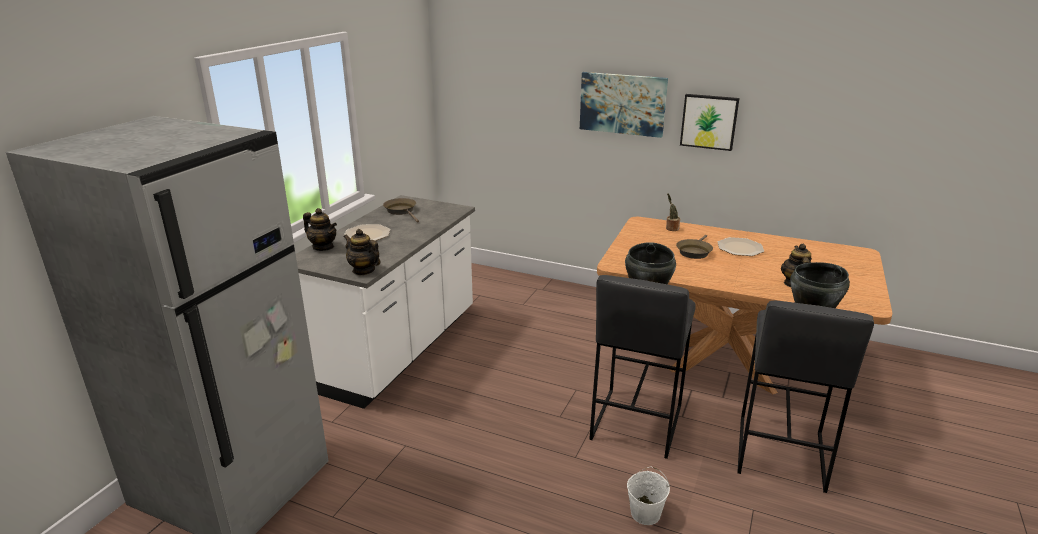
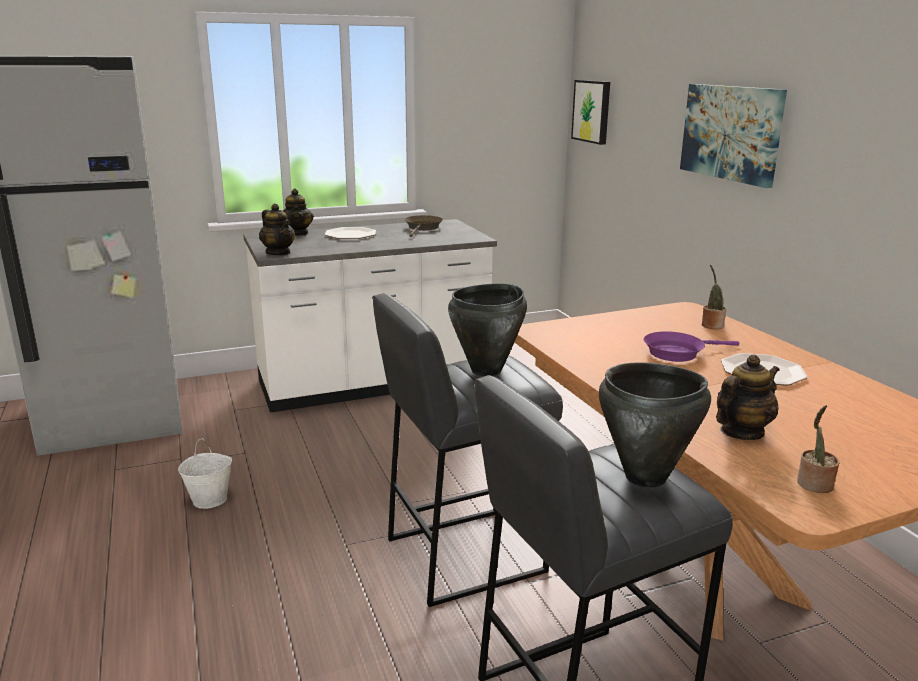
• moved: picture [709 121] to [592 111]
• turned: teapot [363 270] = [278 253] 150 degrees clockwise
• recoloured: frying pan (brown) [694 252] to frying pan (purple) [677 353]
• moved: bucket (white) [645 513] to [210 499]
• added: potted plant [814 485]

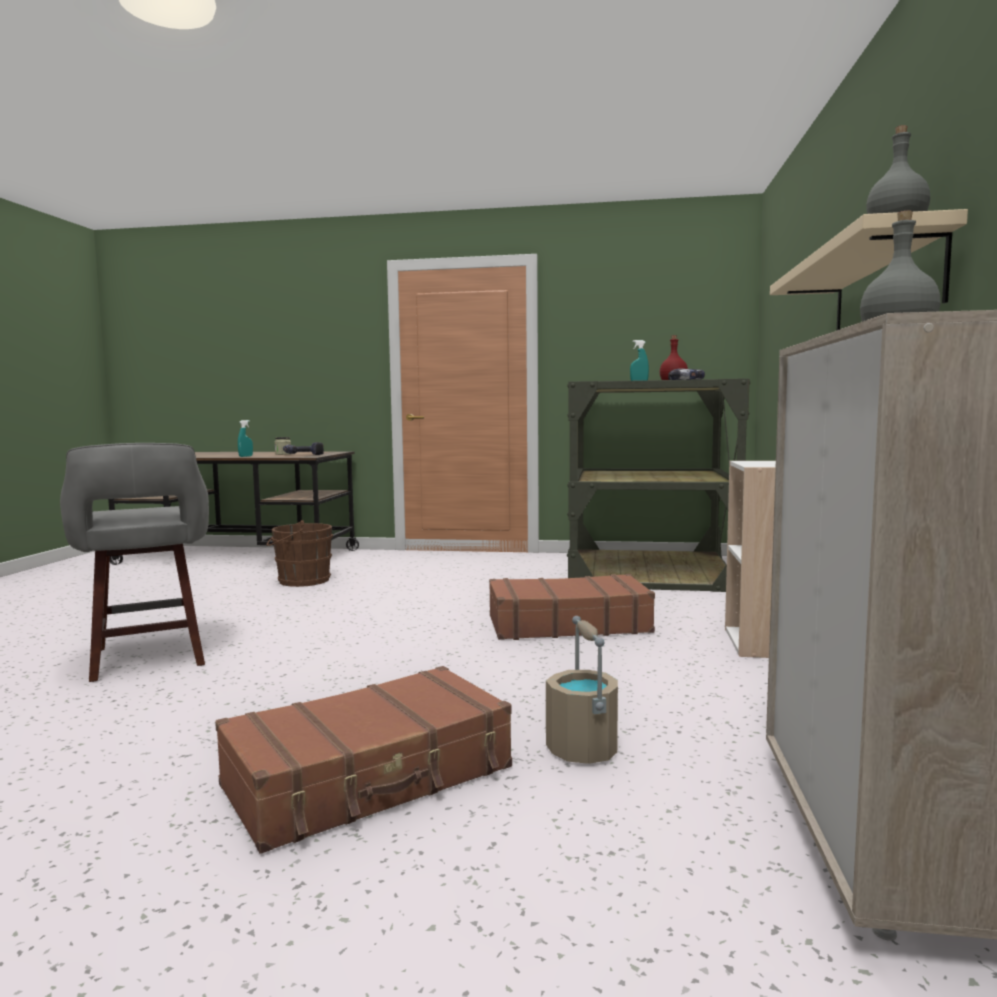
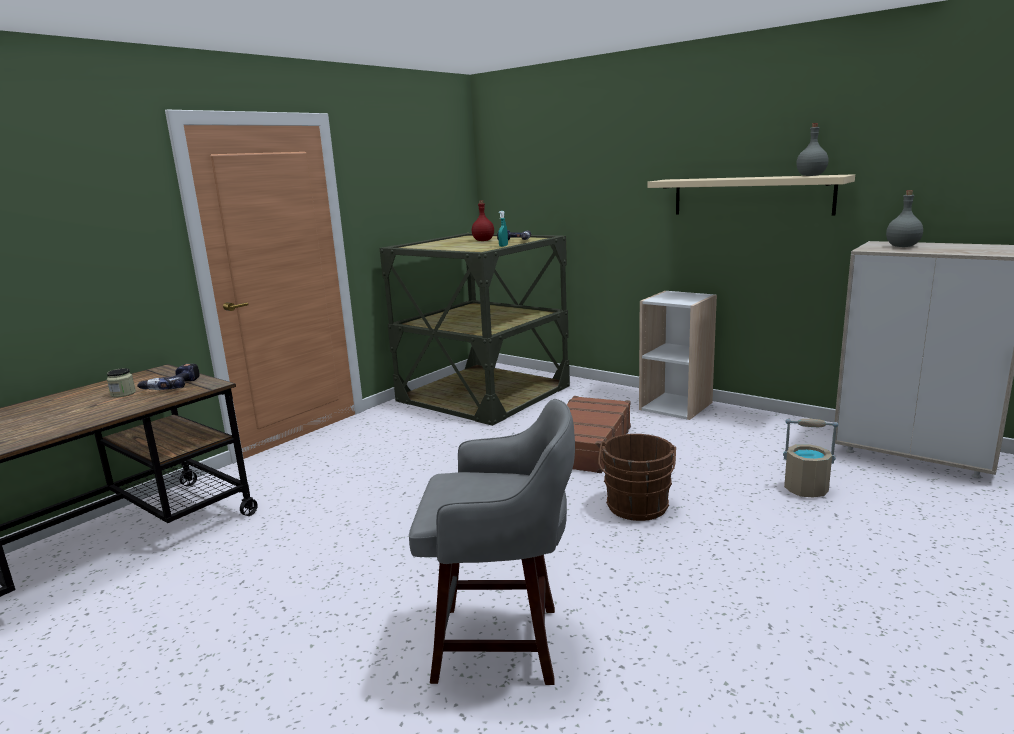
• removed: spray bottle (turquoise) [245 456]
• moved: bucket (brown) [300 581] to [637 508]
• removed: suitcase (brown) [370 778]

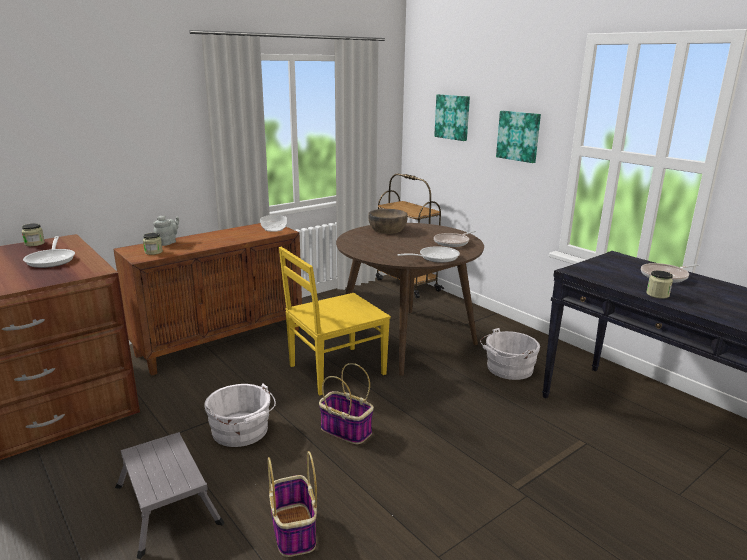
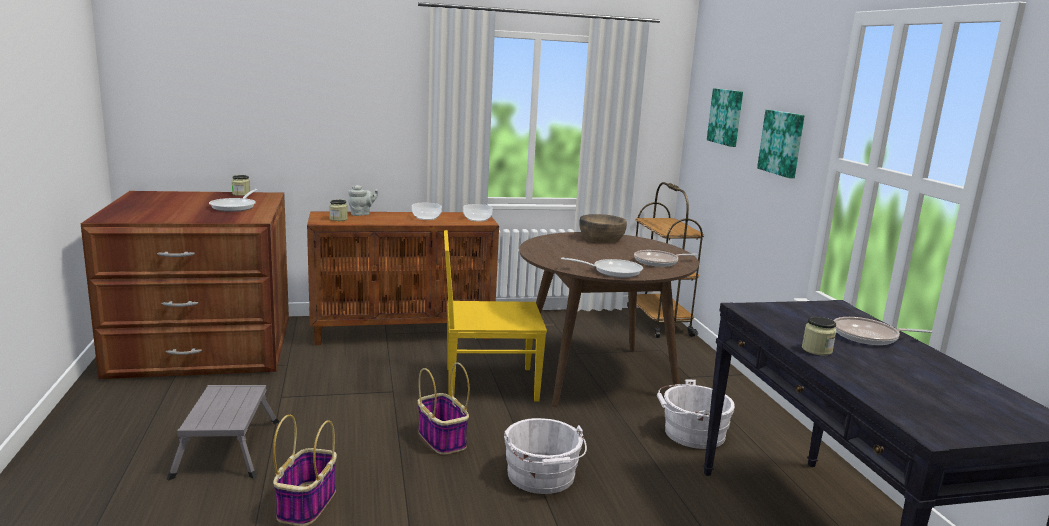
• moved: bucket (white) [242 432] to [542 477]
• added: bowl [426 218]

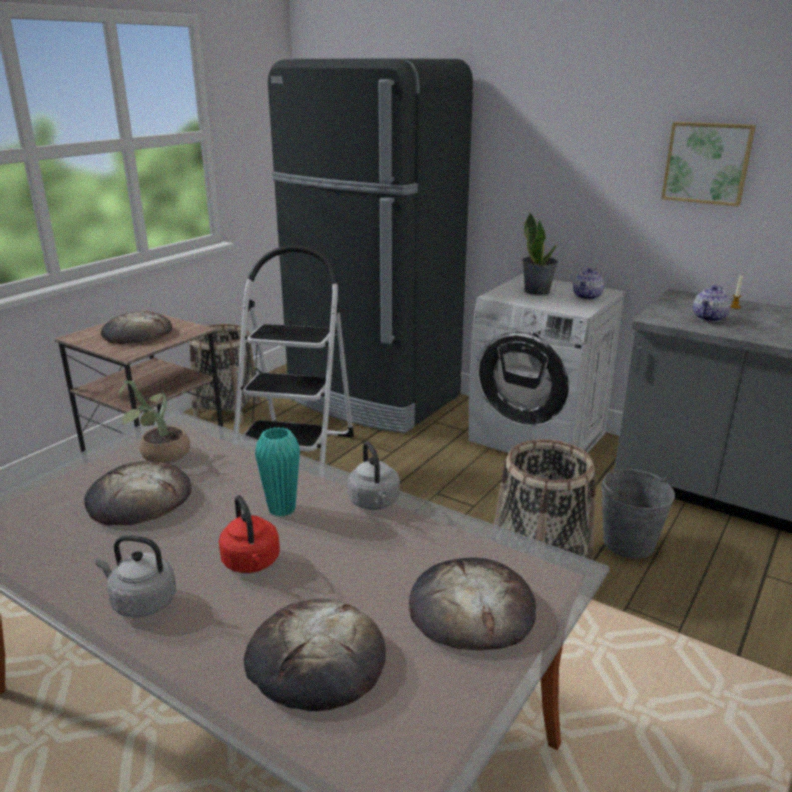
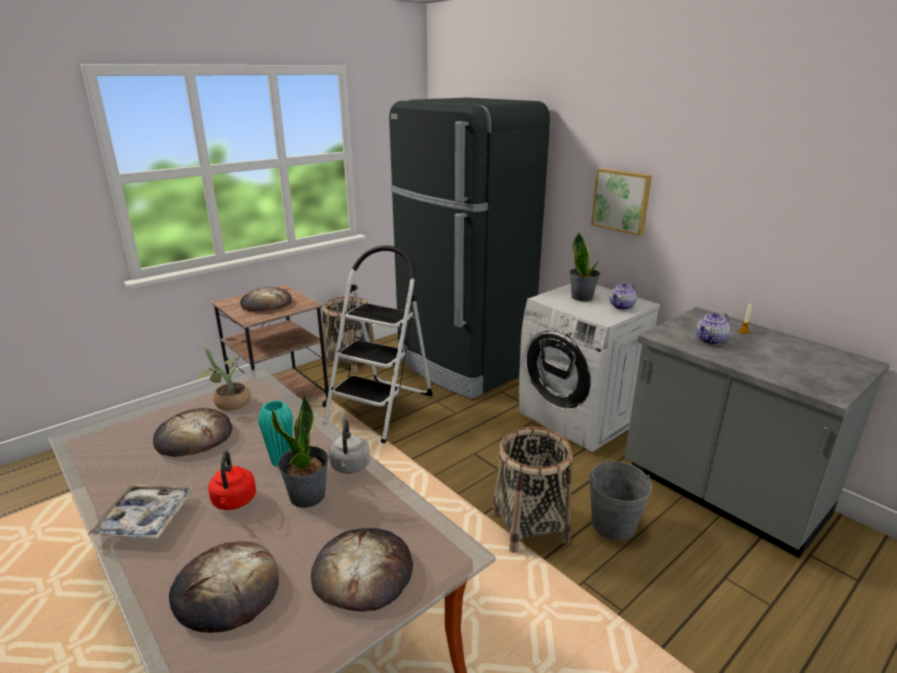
• moved: picture [707 163] to [622 201]
• replaced: kettle (grey) [141 602] to tray [145 518]
• added: potted plant [308 496]

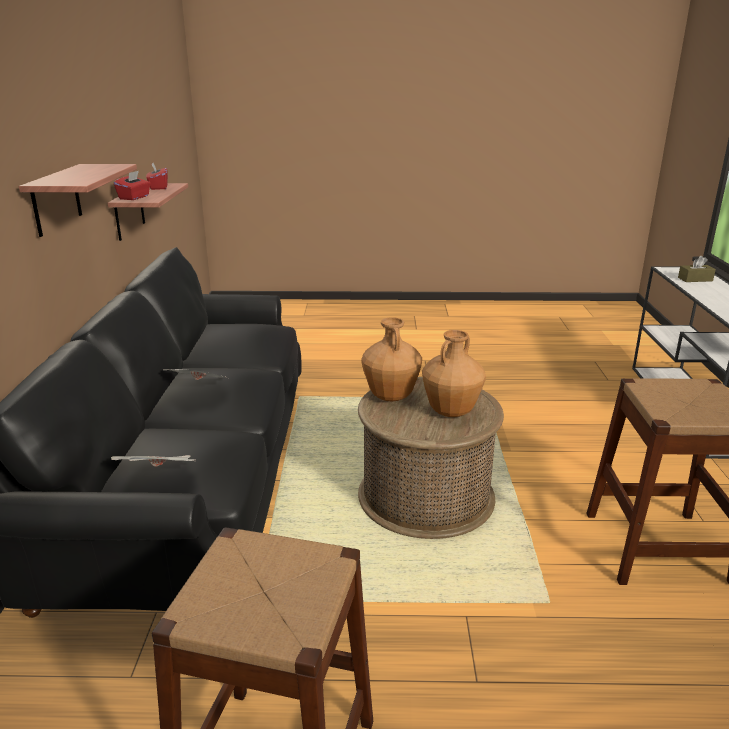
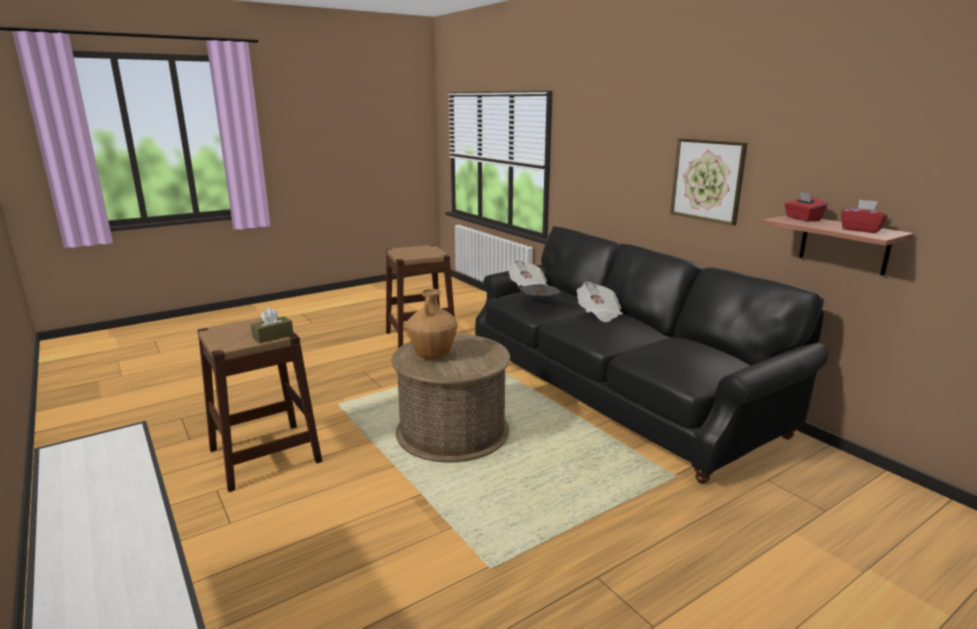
• replaced: shelf [56 199] to picture [707 180]
• moved: tissue box (brown) [695 279] to [273 336]
• removed: vase (brown) [391 397]
• added: newspaper [539 302]

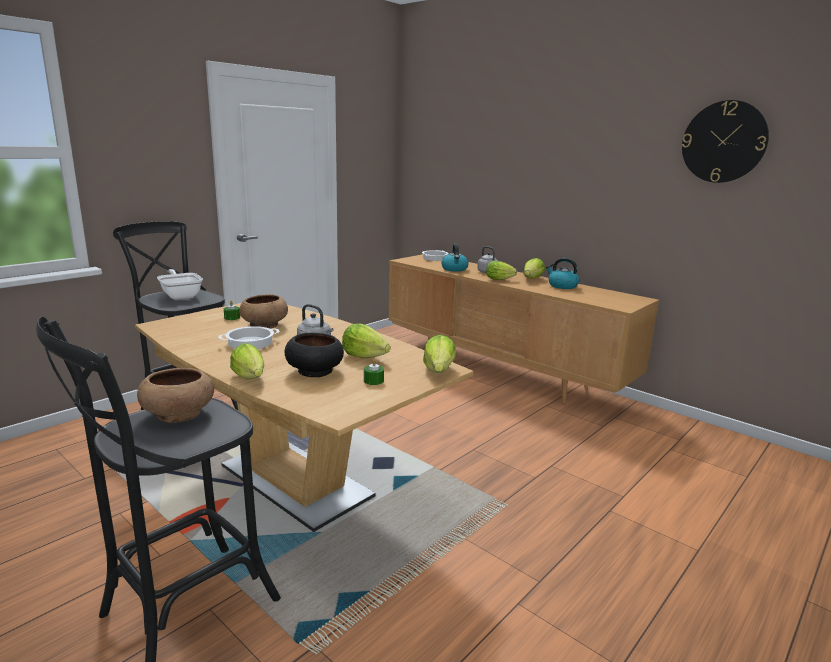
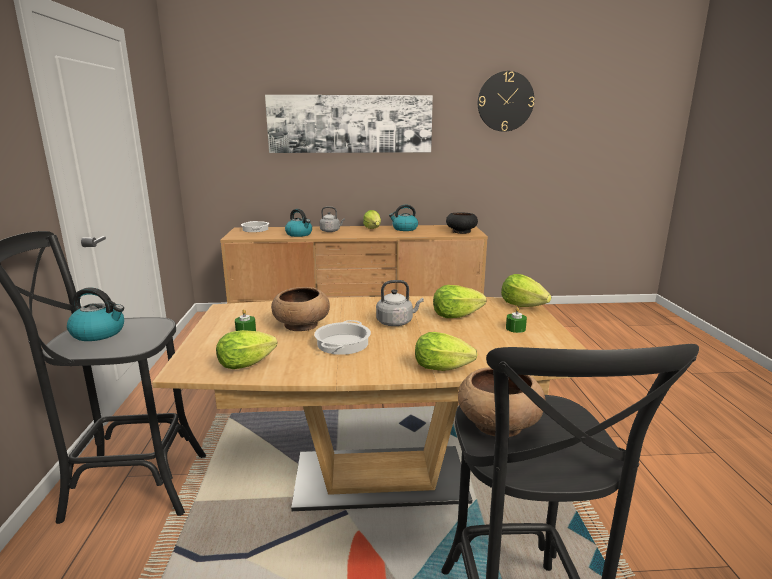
• moved: lettuce [500 280] to [249 364]
• replaced: frying pan [181 295] to kettle [99 333]
• moved: bowl (black) [315 371] to [461 232]
• added: picture [350 124]

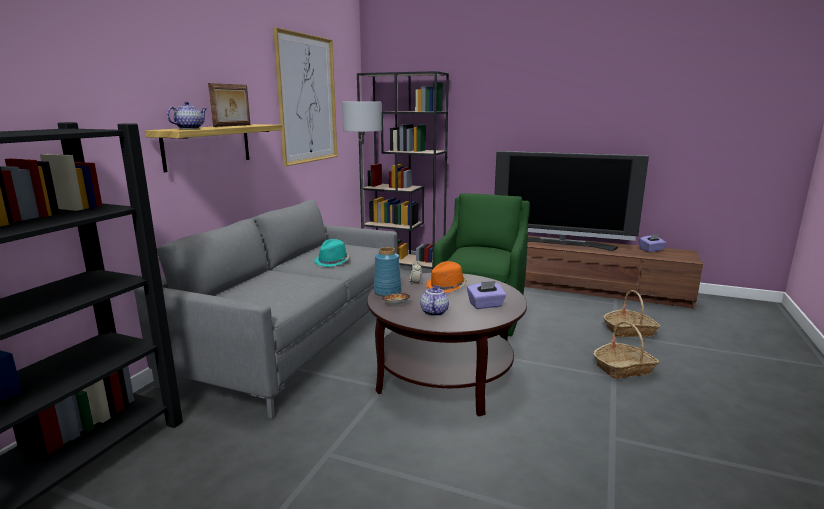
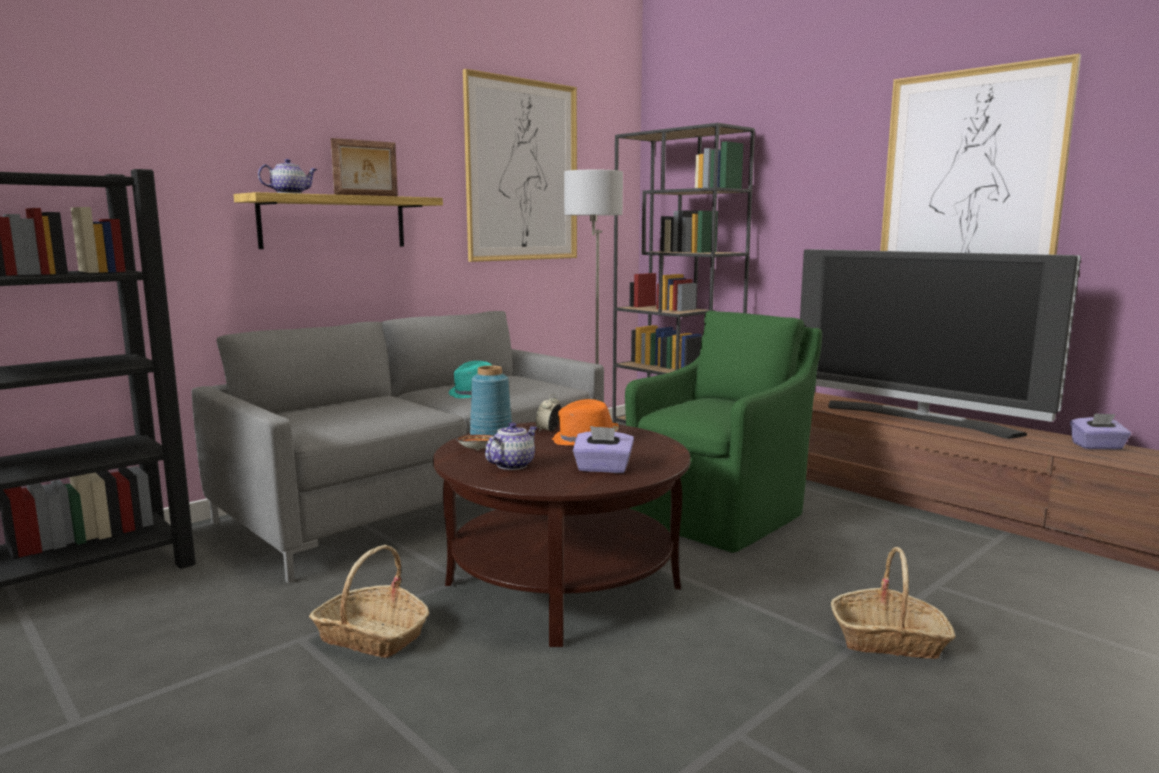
• moved: basket [629 331] to [372 636]
• added: picture [970 181]

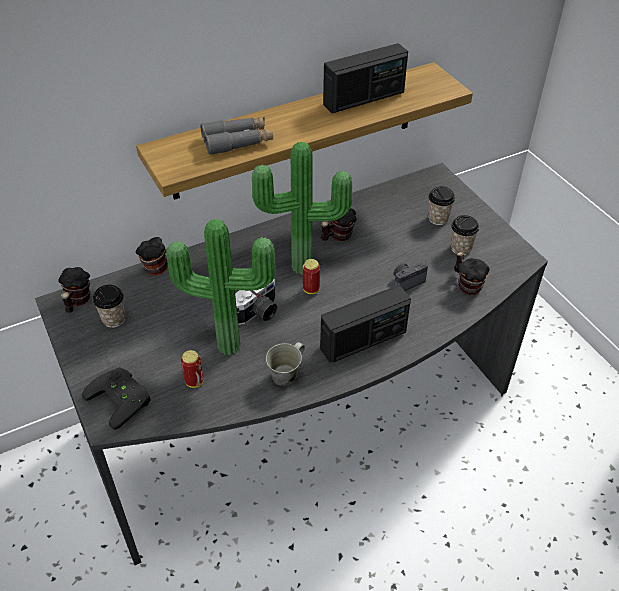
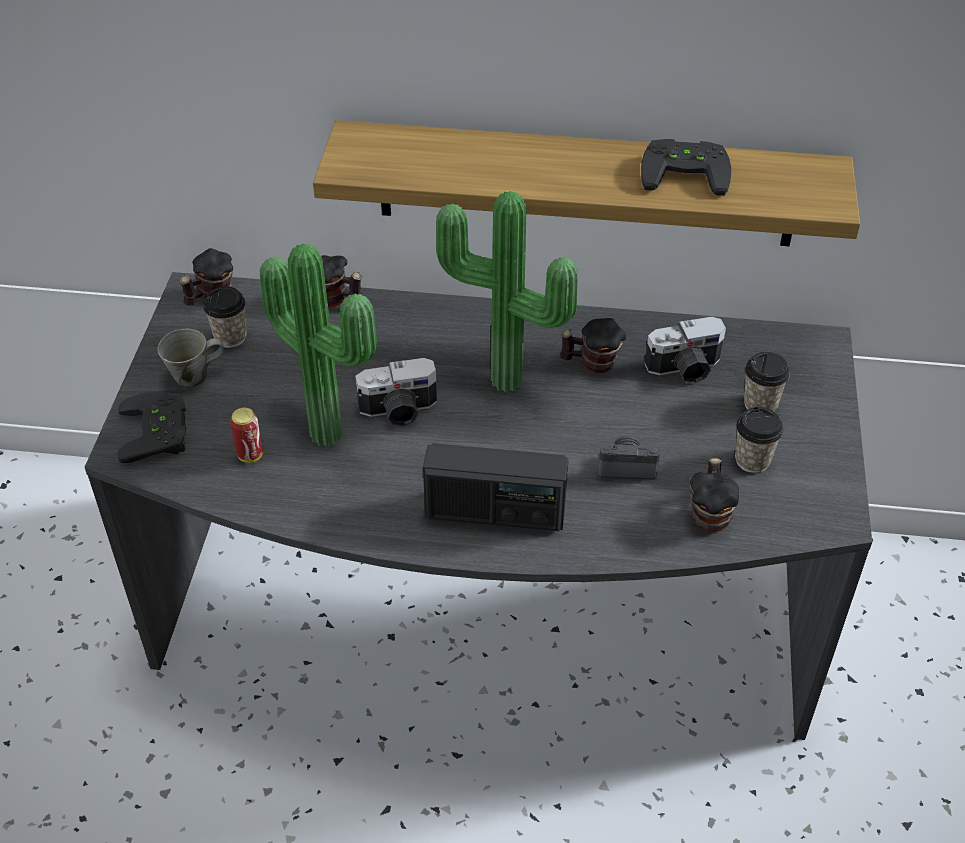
• replaced: radio [364 99] to game controller (black) [685 171]
• removed: binoculars (grey) [237 141]
• removed: can [311 289]
• moved: mug (grey) [286 375] to [193 375]
• added: photo camera [685 369]

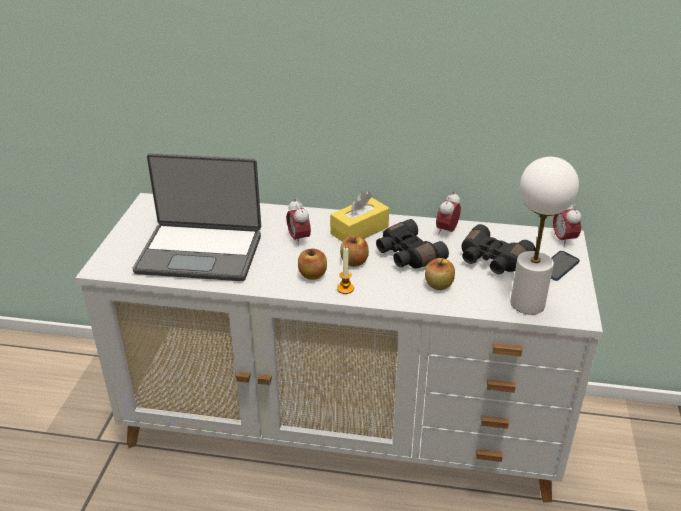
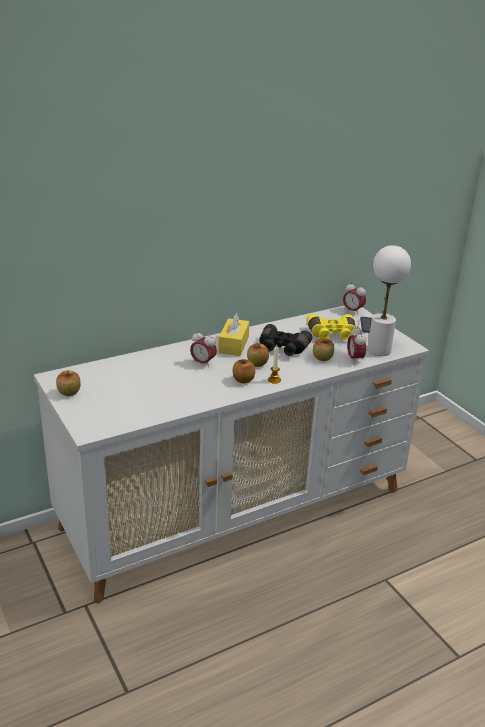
• removed: laptop [201 252]
• moved: alarm clock [447 231] to [355 359]
• recoloured: binoculars (black) [491 261] to binoculars (yellow) [332 335]
• added: apple [69 392]

